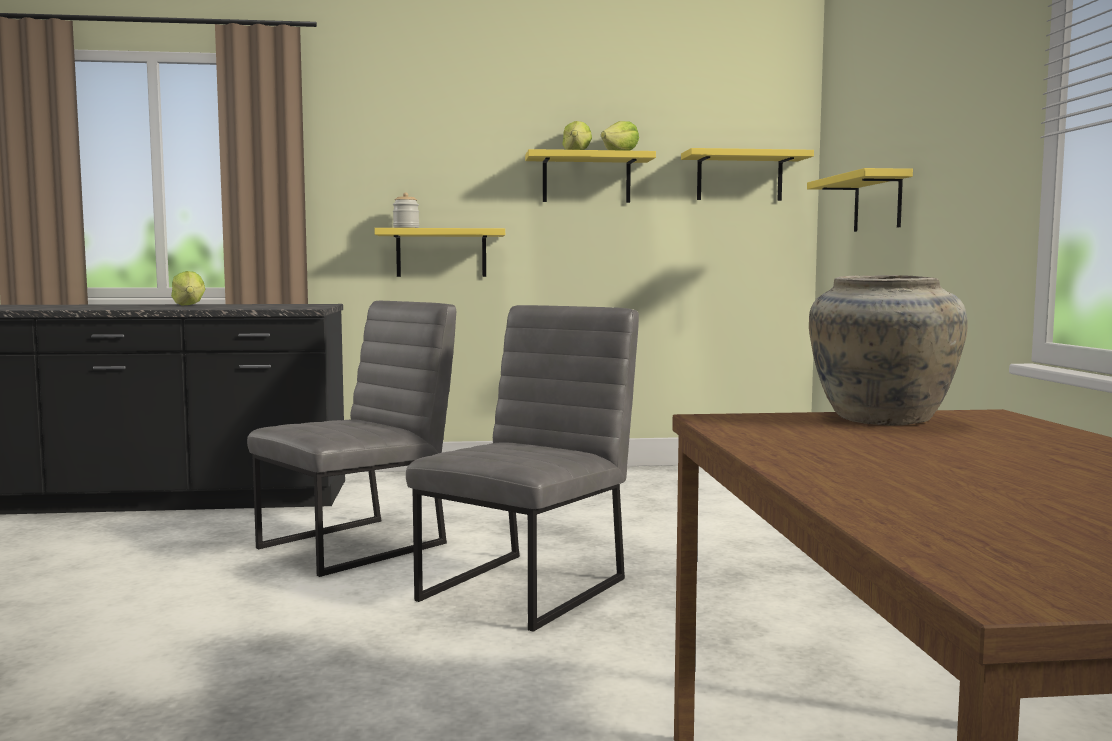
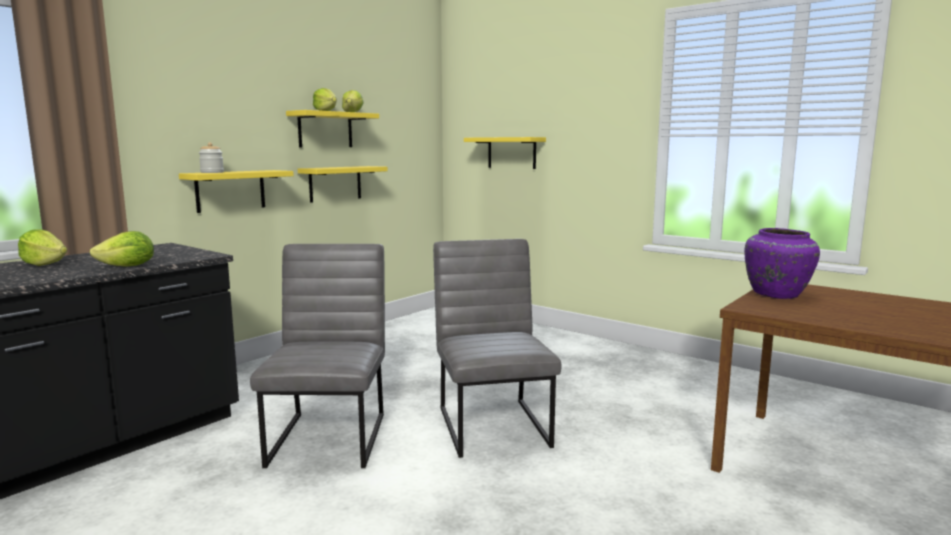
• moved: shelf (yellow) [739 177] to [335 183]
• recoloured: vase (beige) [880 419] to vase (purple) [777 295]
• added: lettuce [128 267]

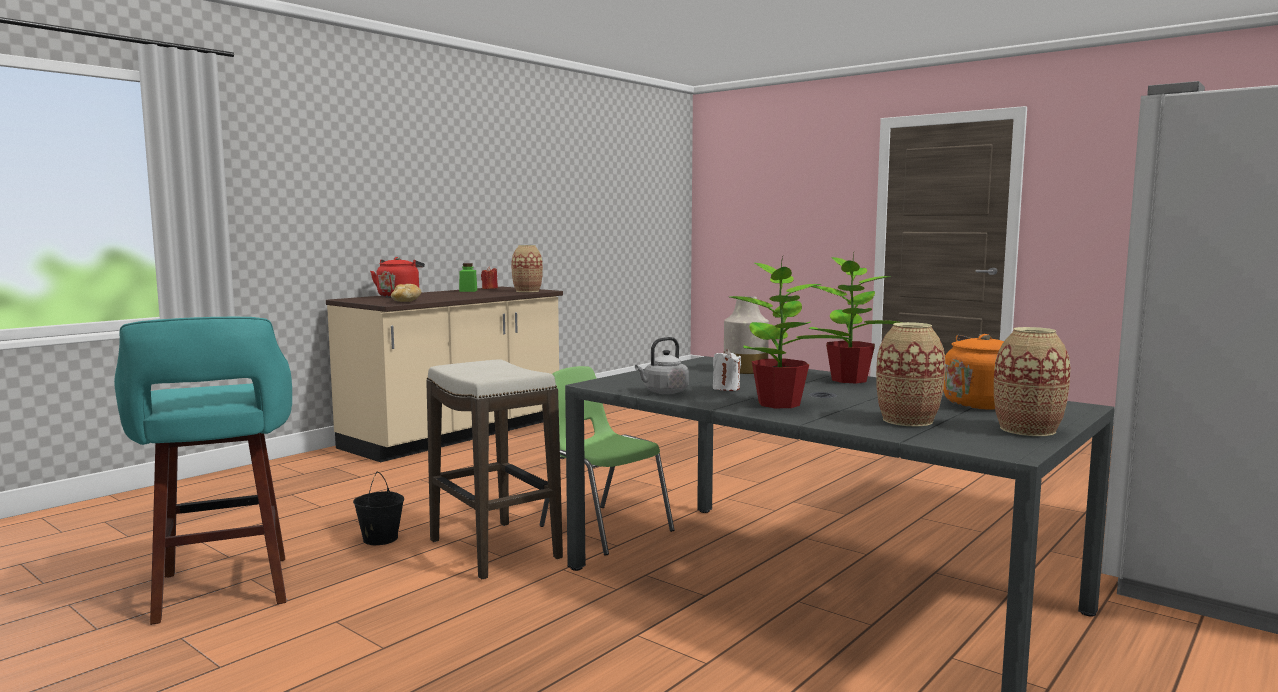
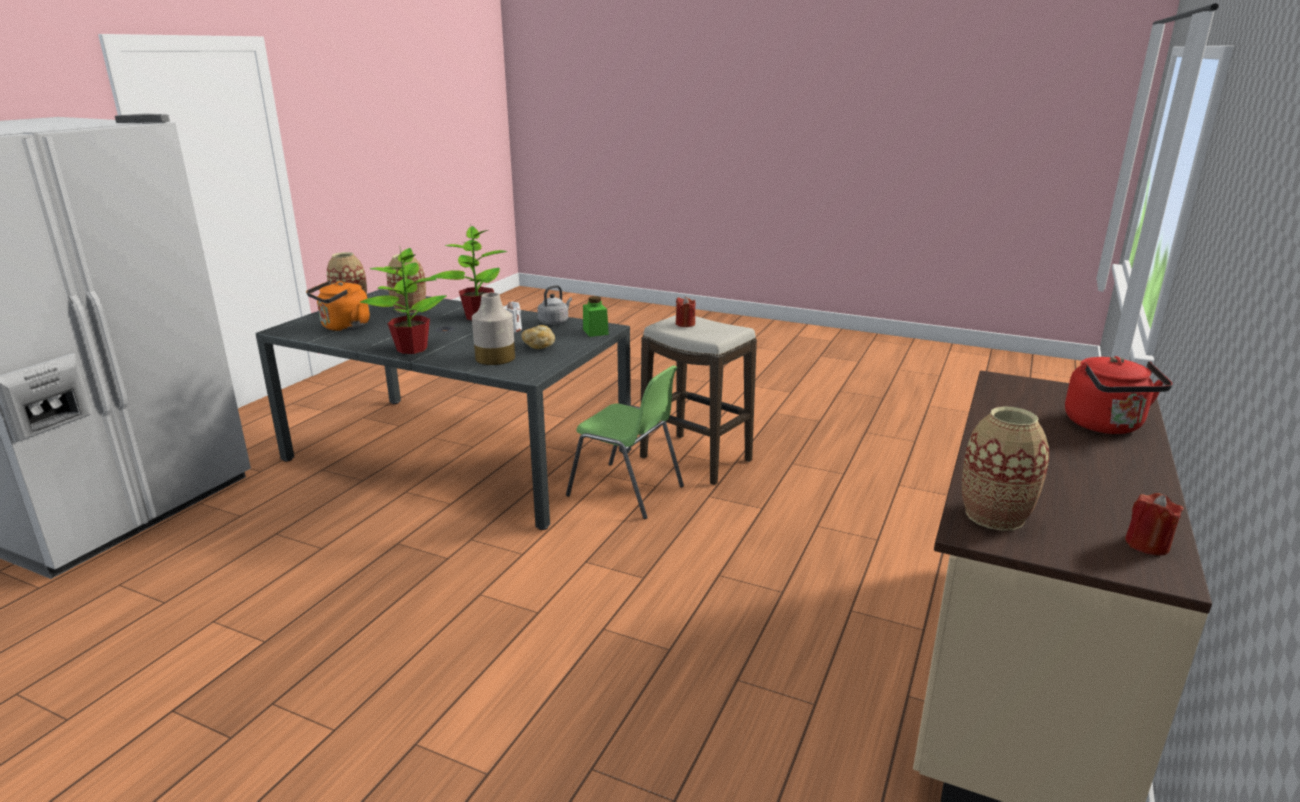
• moved: jar (green) [468 290] to [595 332]
• moved: bread [406 301] to [539 346]
• removed: stool (turquoise) [222 592]
• removed: bucket (black) [379 539]
• added: candle (red) [685 324]

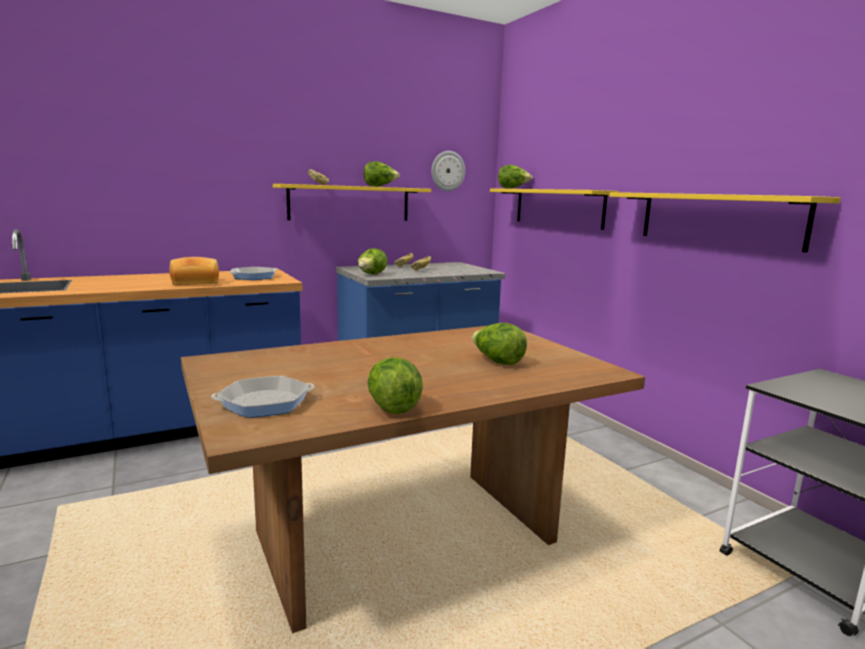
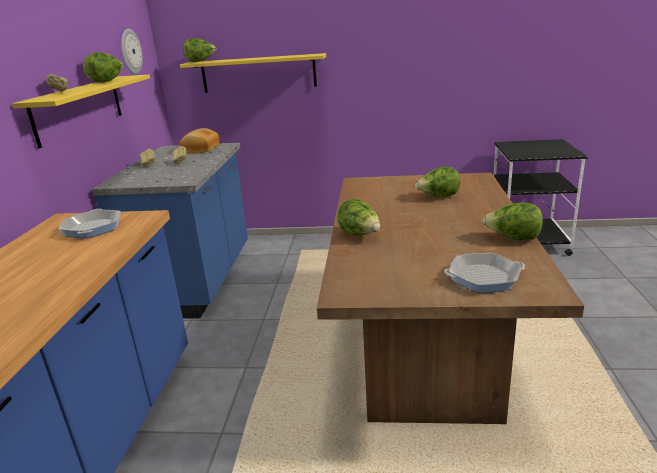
• removed: shelf (yellow) [718 219]
• moved: lettuce [371 274] to [360 235]
• moved: bread [195 283] to [200 149]
• turned: frying pan [265 403] = [483 278] 75 degrees clockwise

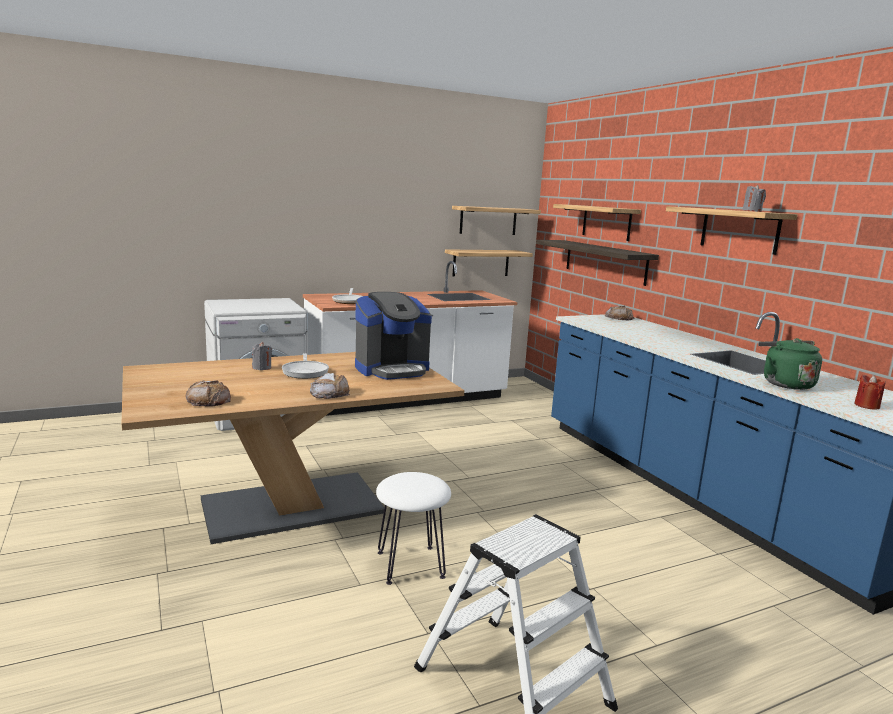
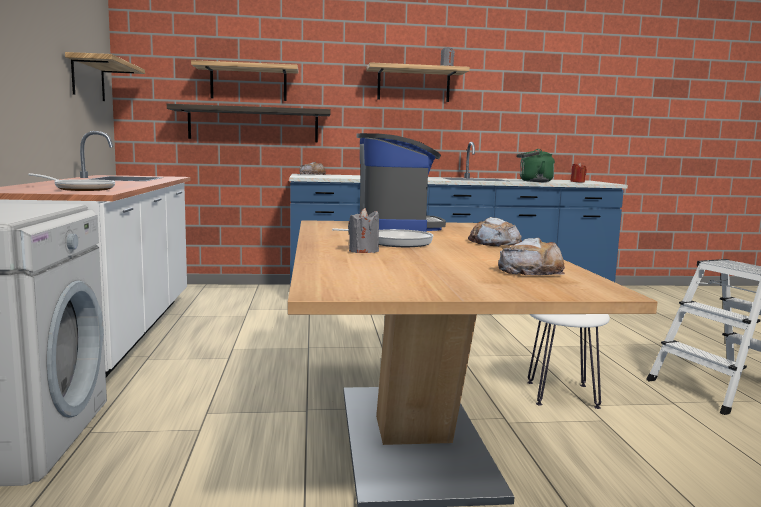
• removed: shelf [481 263]

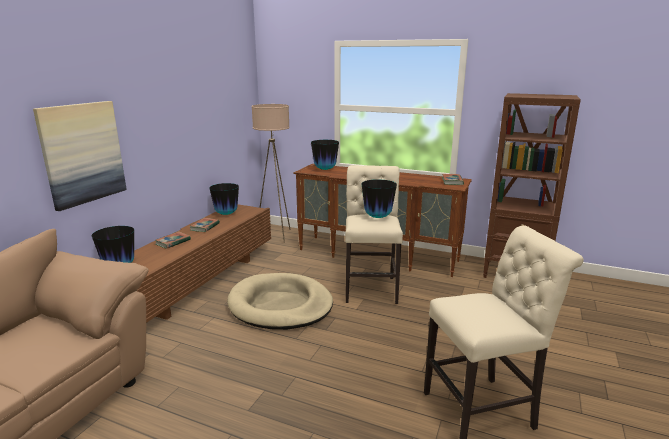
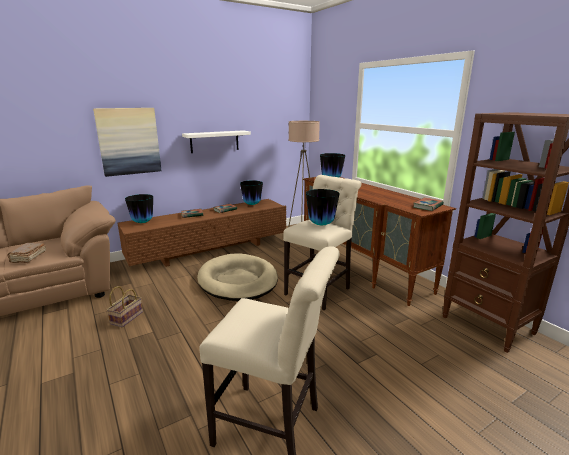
• added: shelf (white) [214 141]
• added: book (brown) [28 258]
• added: basket [127 317]

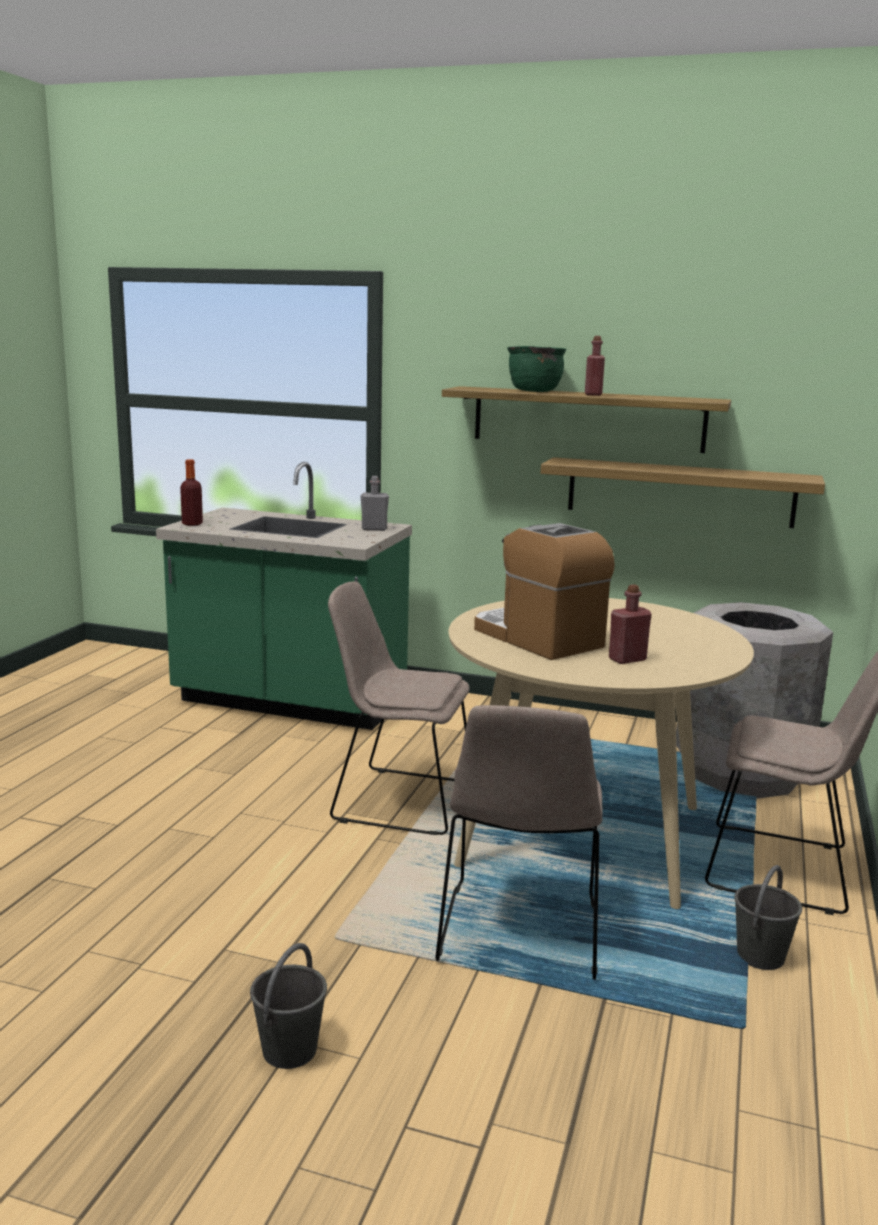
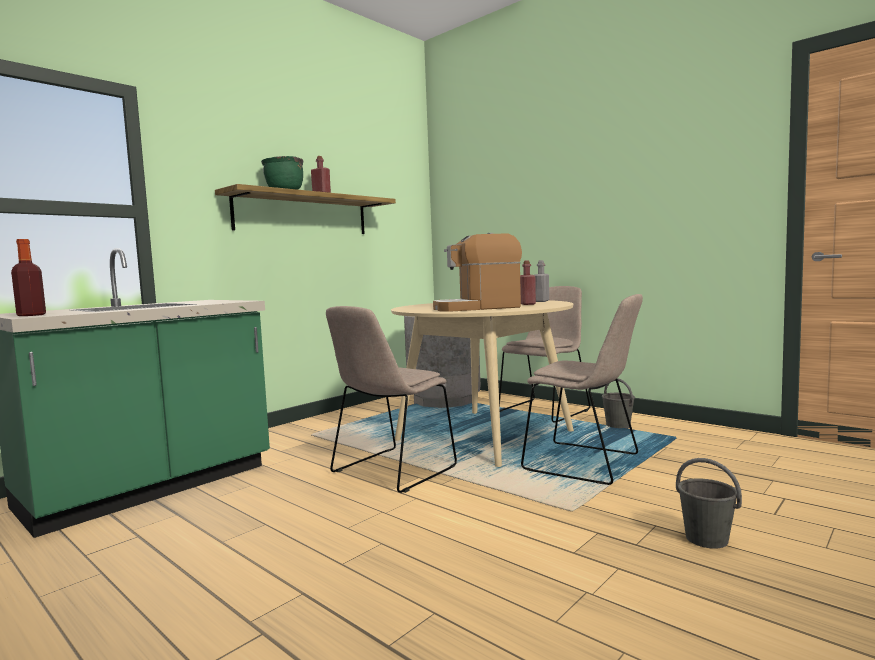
• removed: shelf [680 492]
• moved: bottle (grey) [374 529] to [541 301]

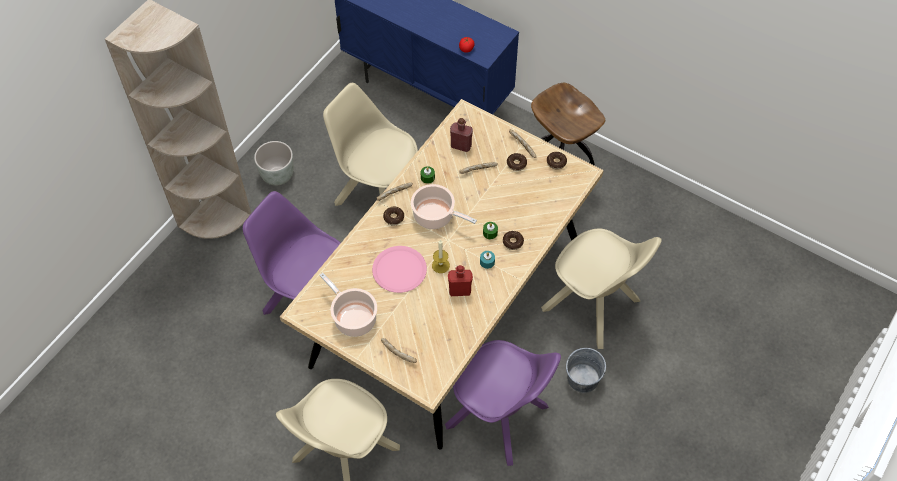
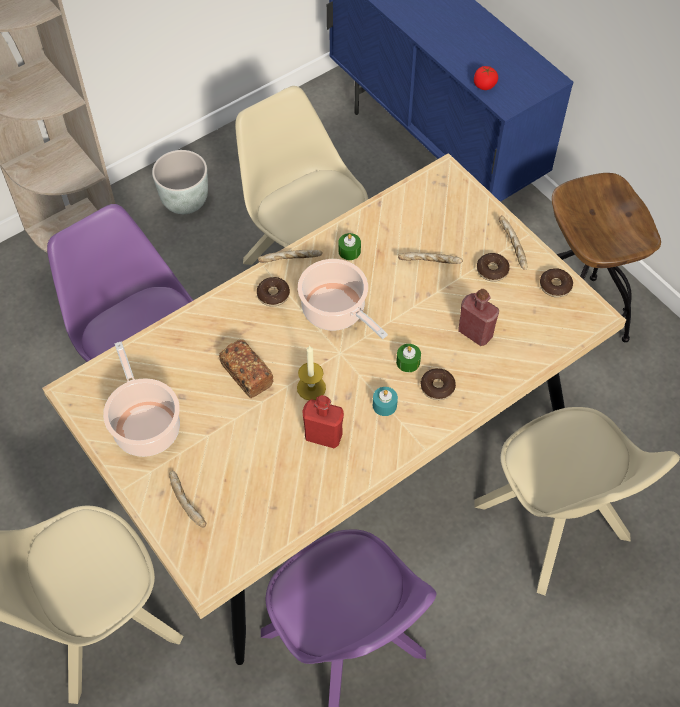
• moved: bottle (red) [461 146] to [475 333]
• replaced: plate (pink) [399 270] to bread [246 375]
• removed: bucket (grey) [583 378]

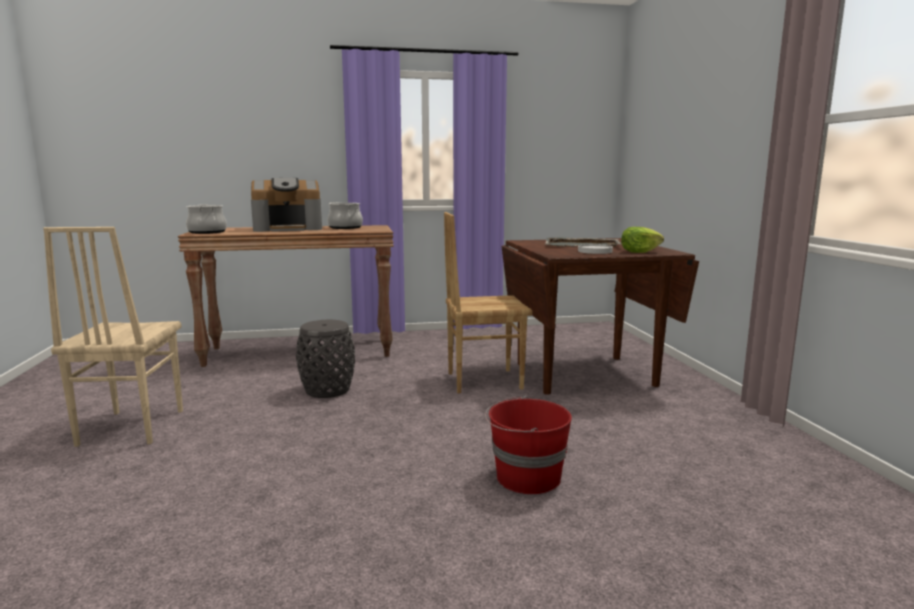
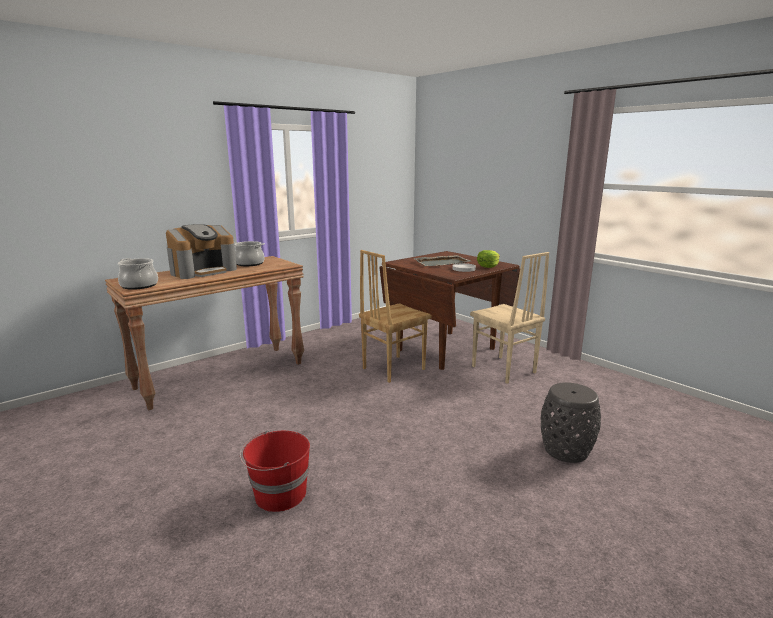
• moved: chair (beige) [130 428] to [503 370]
• moved: stool (grey) [327 390] to [565 450]
• moved: bucket (red) [526 478] to [279 495]

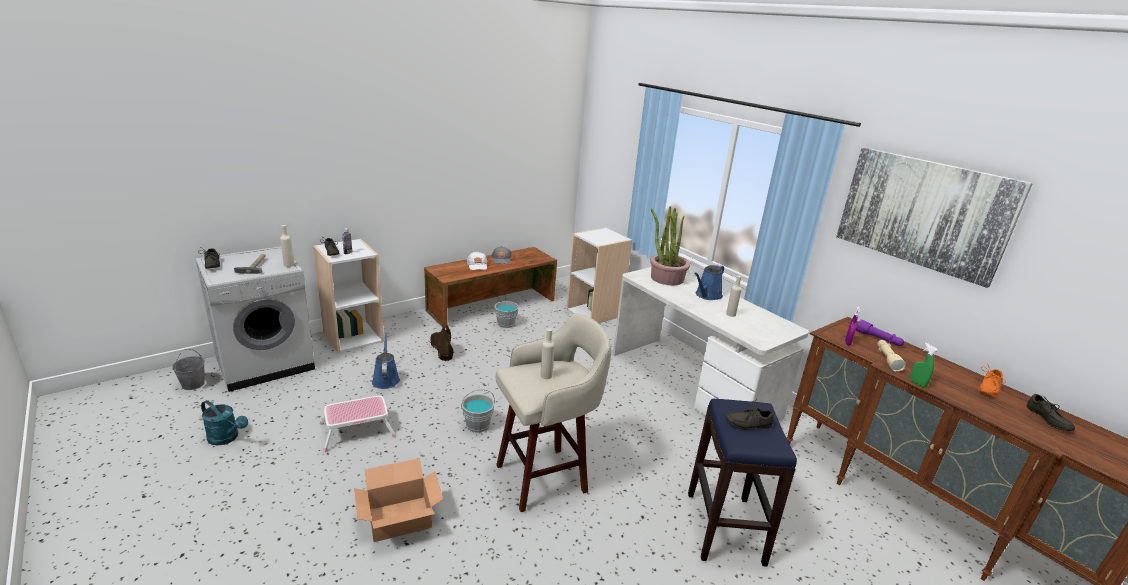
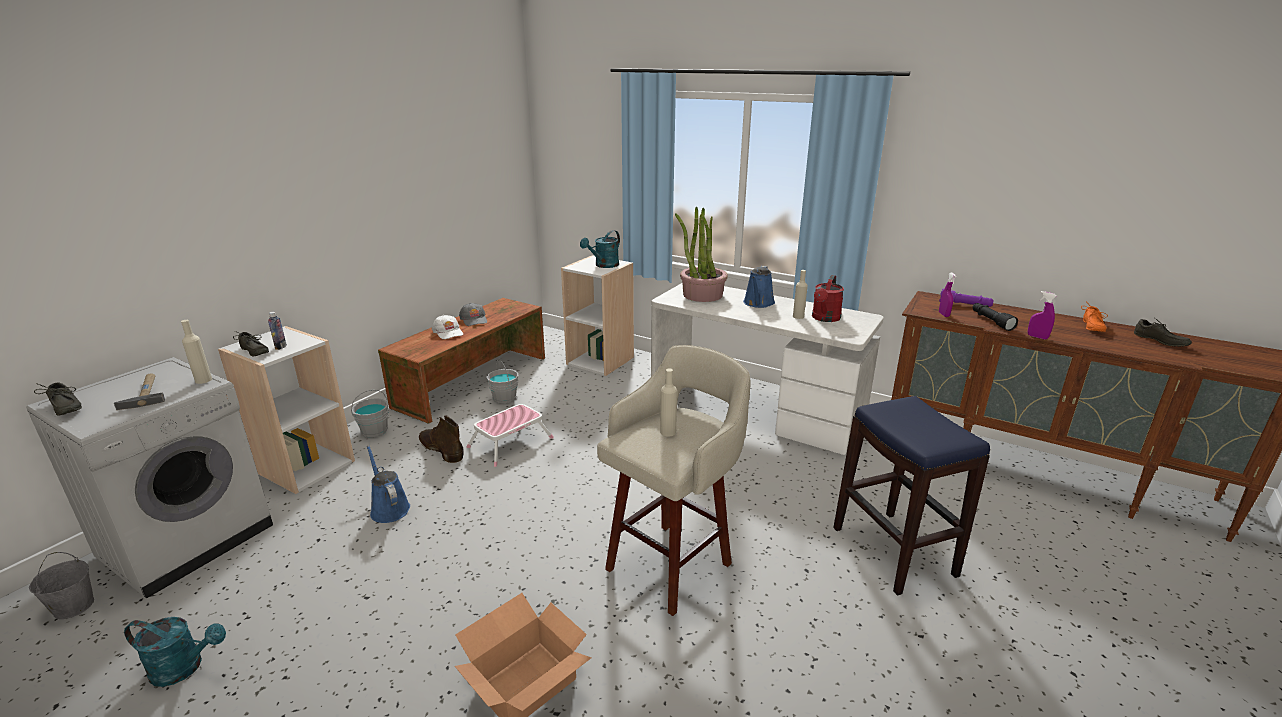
• removed: picture [923 213]
• recoloured: flashlight (beige) [887 359] to flashlight (black) [991 321]
• recoloured: spray bottle (green) [917 383] to spray bottle (purple) [1037 337]
• moved: bucket (grey) [477 425] to [374 430]
• moved: step ladder (pink) [357 430] to [510 442]
• removed: shoe (grey) [747 423]
• added: watering can (turquoise) [604 265]
• added: watering can (red) [825 318]

